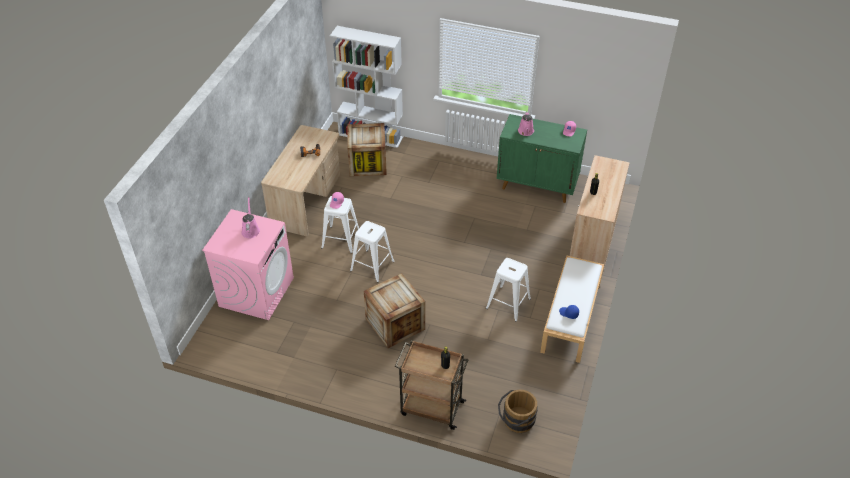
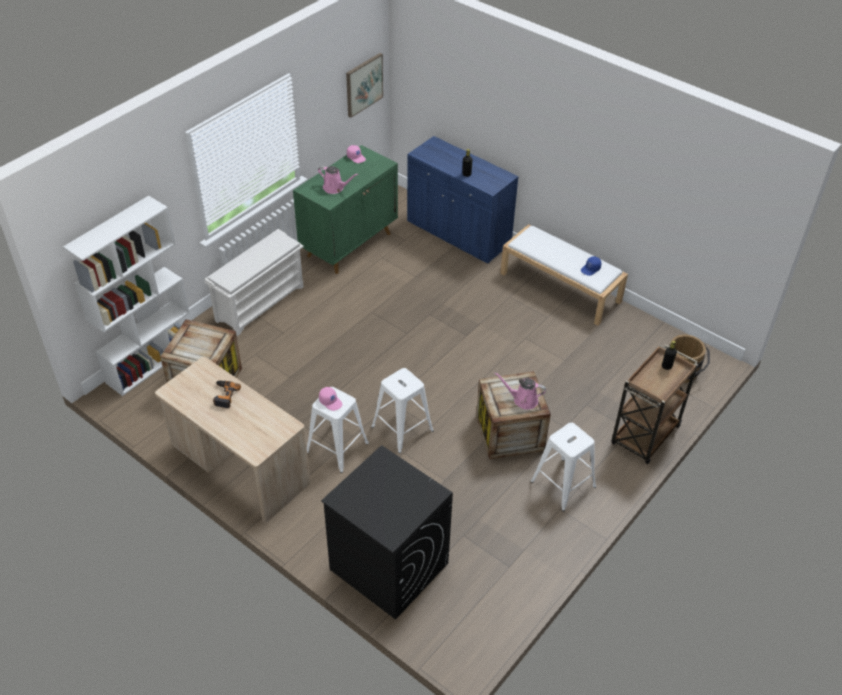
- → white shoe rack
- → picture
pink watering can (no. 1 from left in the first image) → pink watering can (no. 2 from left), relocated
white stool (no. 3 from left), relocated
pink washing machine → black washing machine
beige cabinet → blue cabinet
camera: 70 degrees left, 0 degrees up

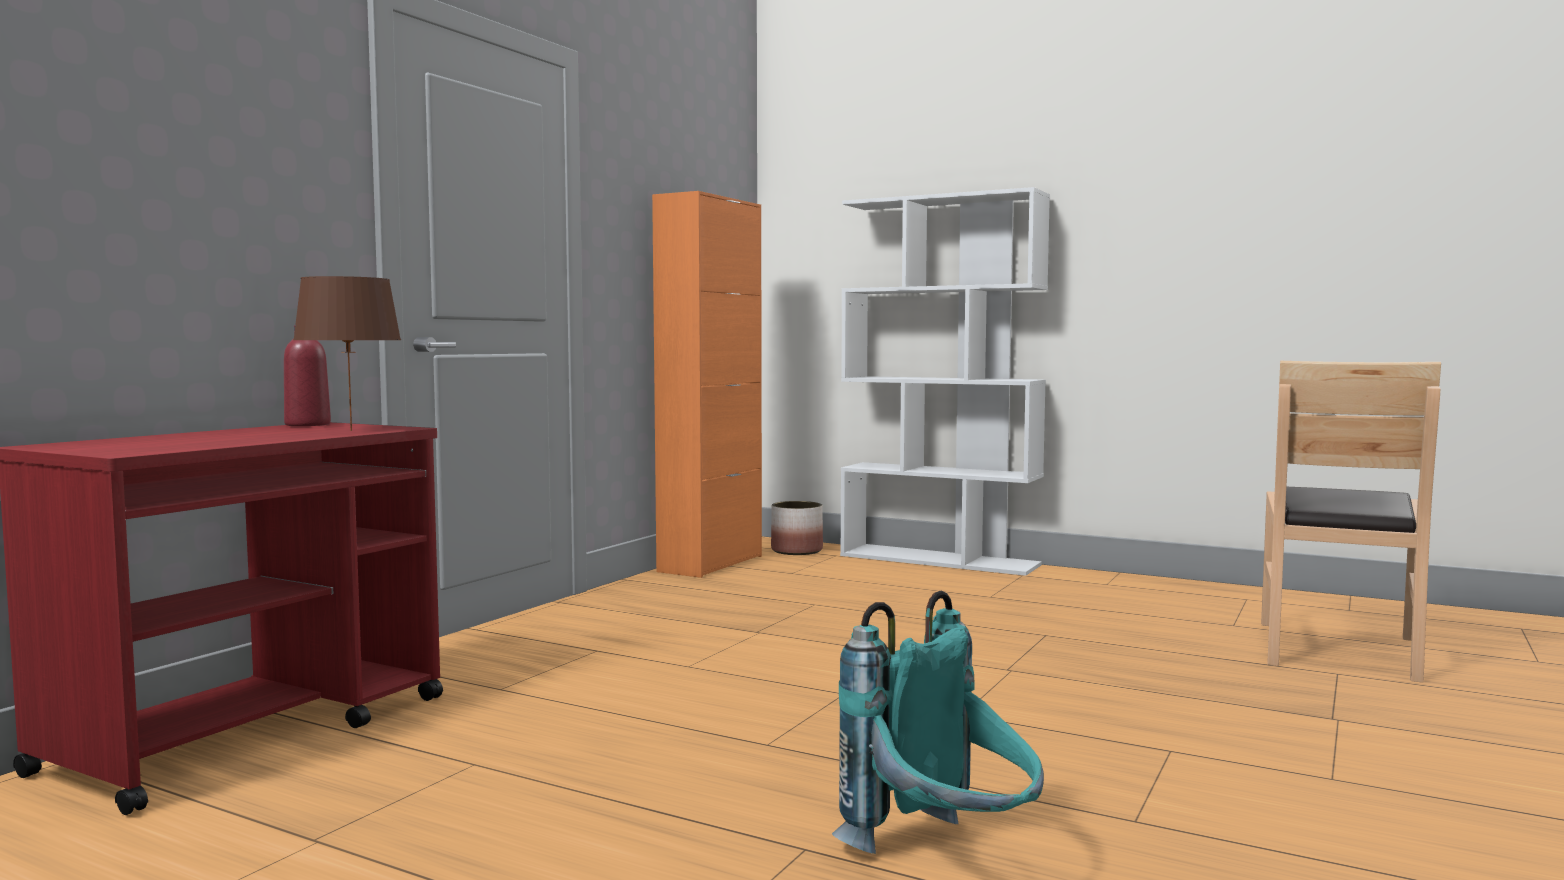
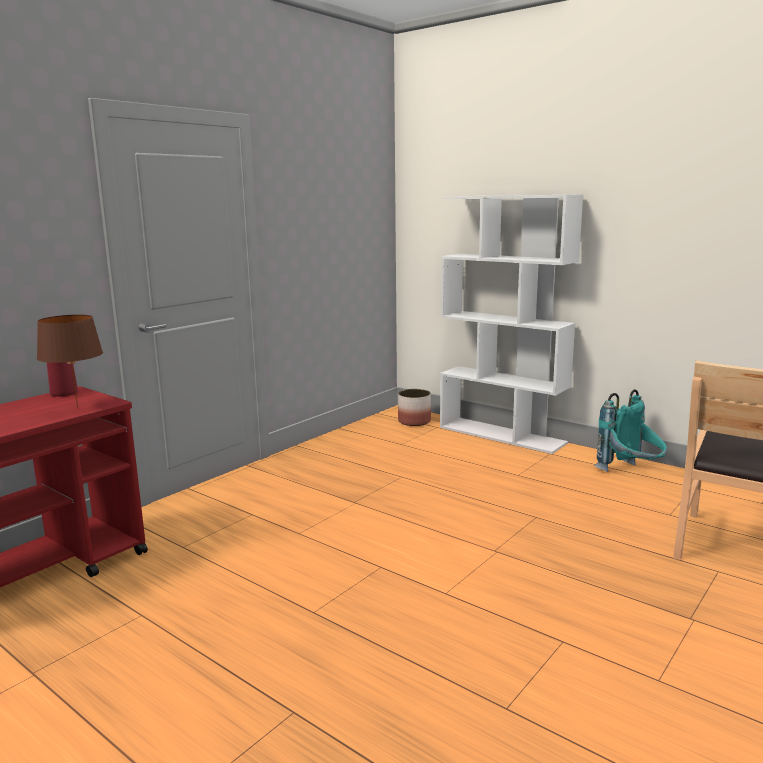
orange cabinet → -
turquoise backpack, relocated
camera: 10 degrees right, 10 degrees up

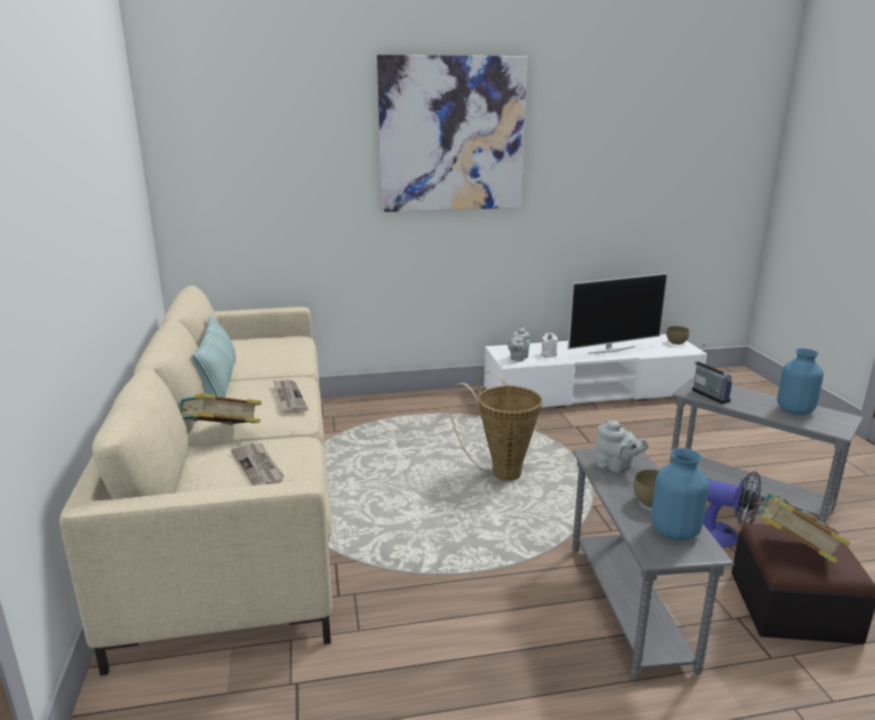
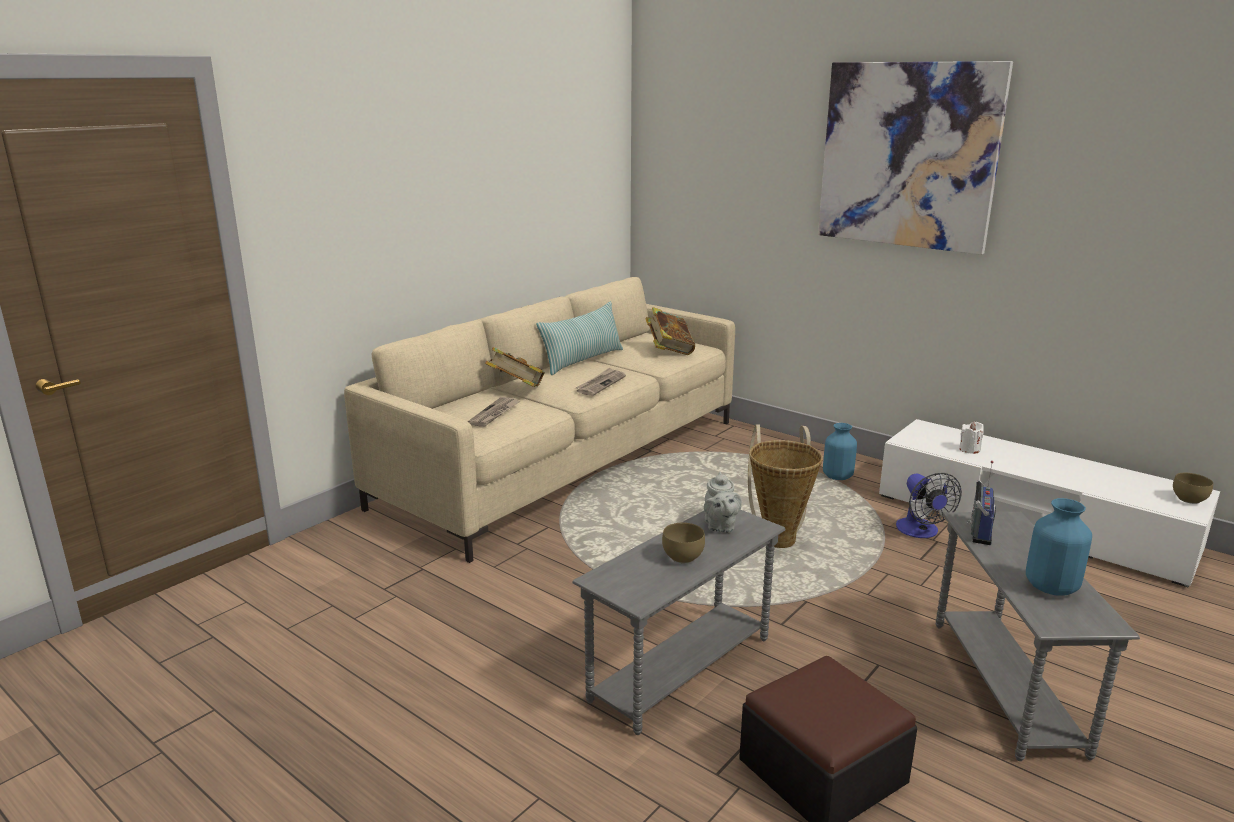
grey teapot (no. 1 from left) → -
television → -
blue vase (no. 1 from left), relocated
fan, relocated
book (no. 2 from left), relocated
camera: 50 degrees right, 0 degrees up

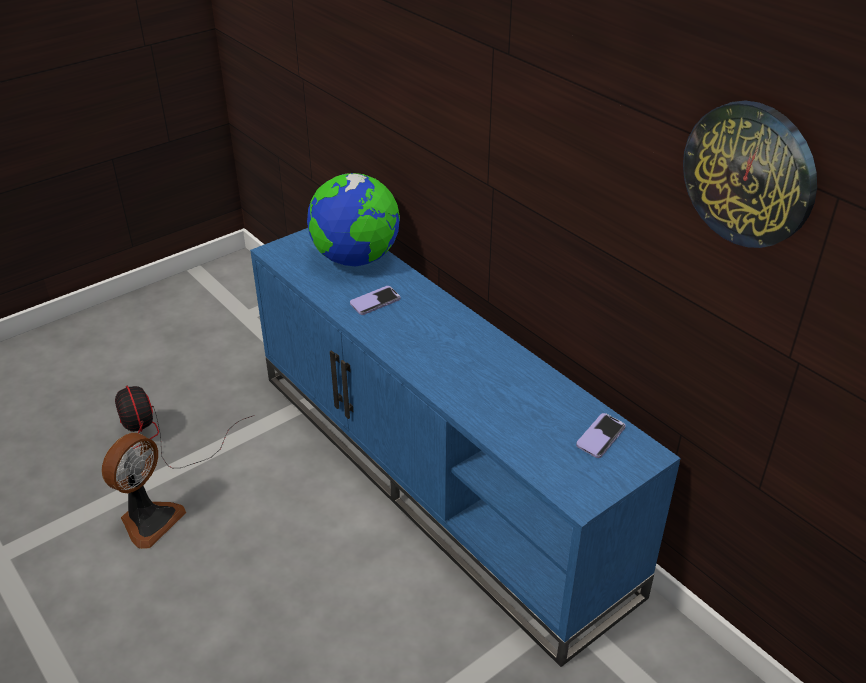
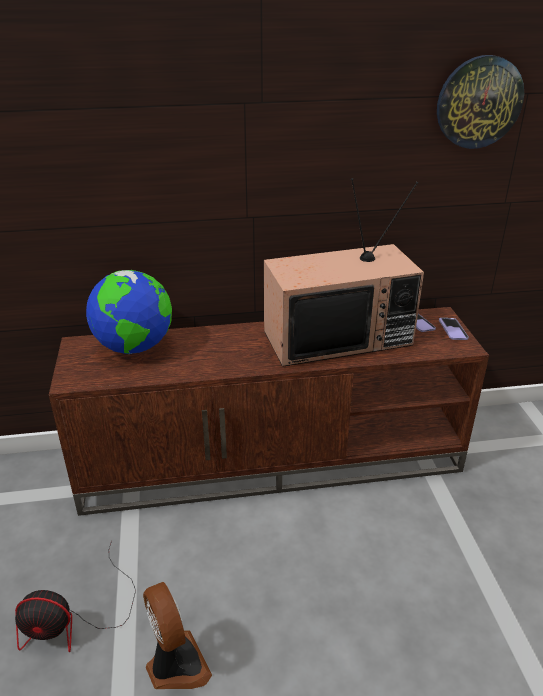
- → television
phone (no. 1 from left in the first image) → phone (no. 2 from left), relocated
blue tv stand → brown tv stand
camera: 60 degrees left, 5 degrees down

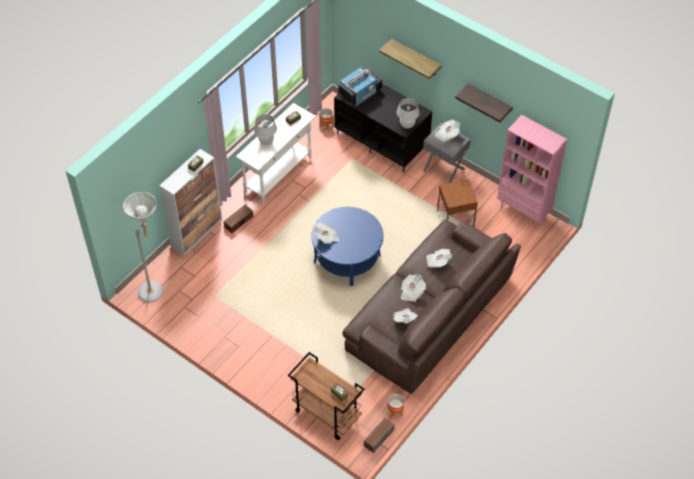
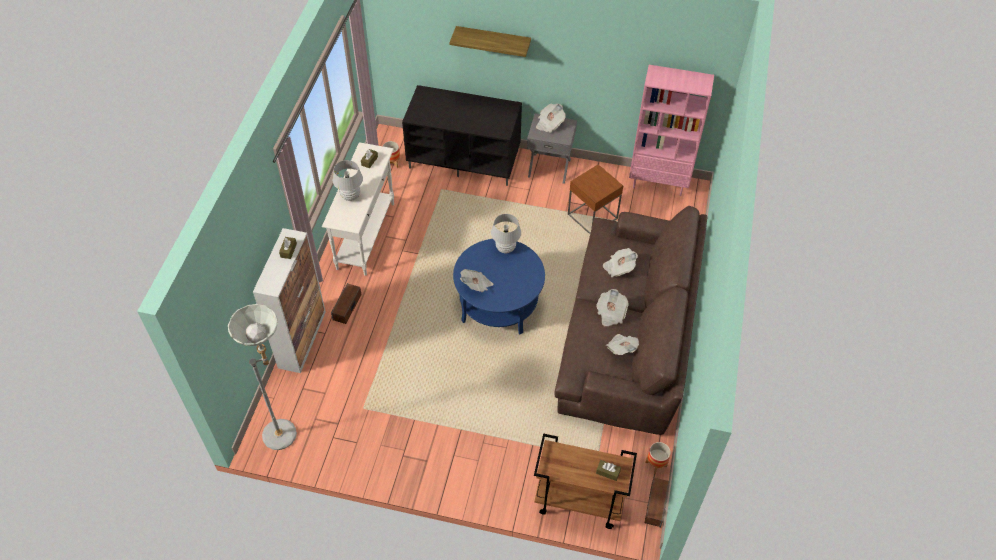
television → -
shelf (no. 2 from left) → -
white table lamp (no. 2 from left), relocated
camera: 25 degrees left, 0 degrees up

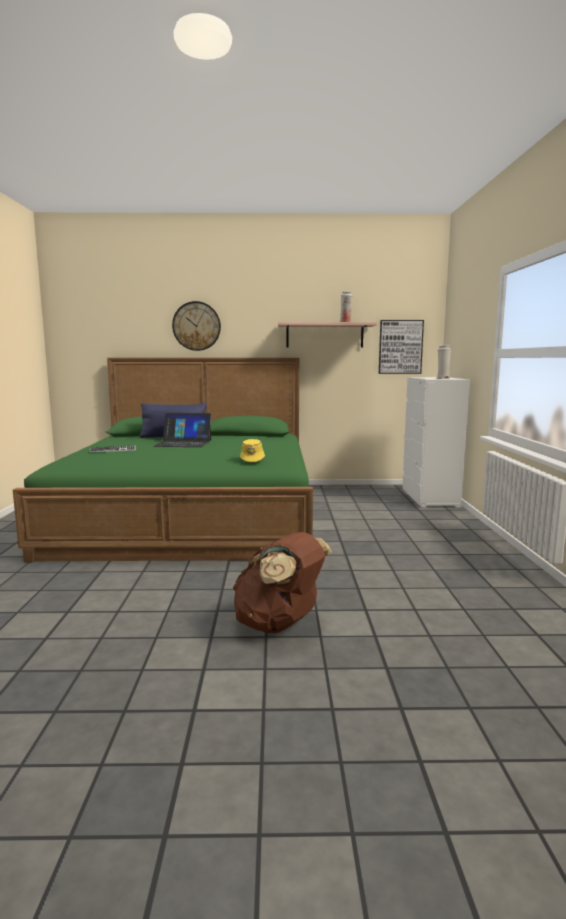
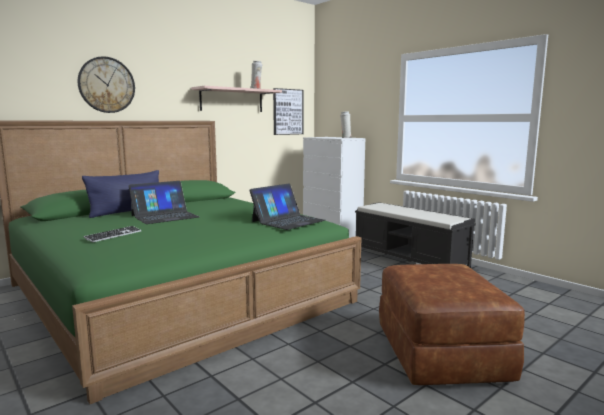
- → black bench
brown backpack → brown ottoman
yellow hat → laptop (no. 2 from left)
camera: 40 degrees left, 0 degrees up

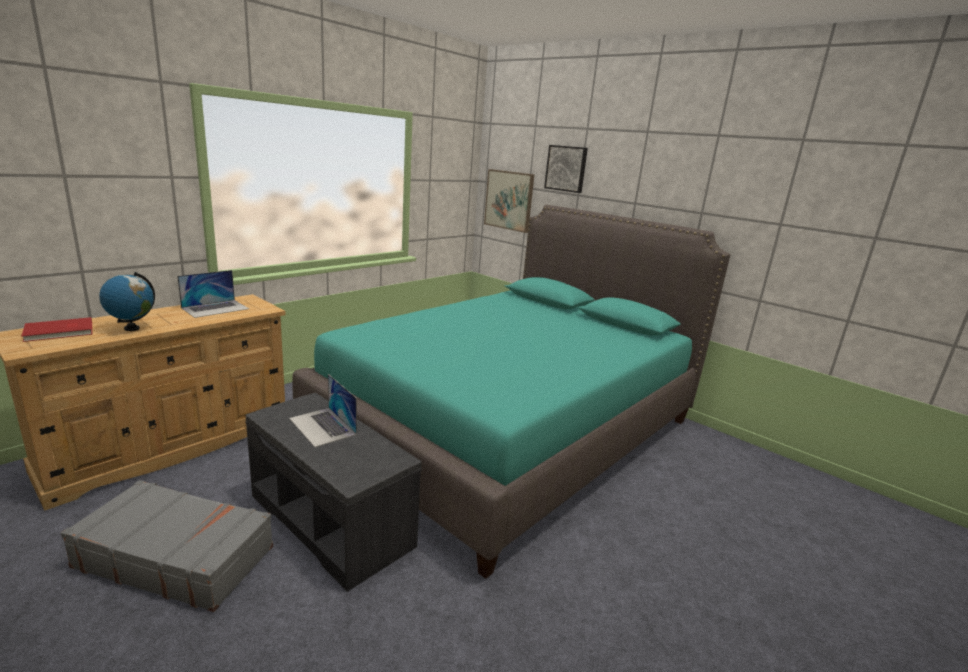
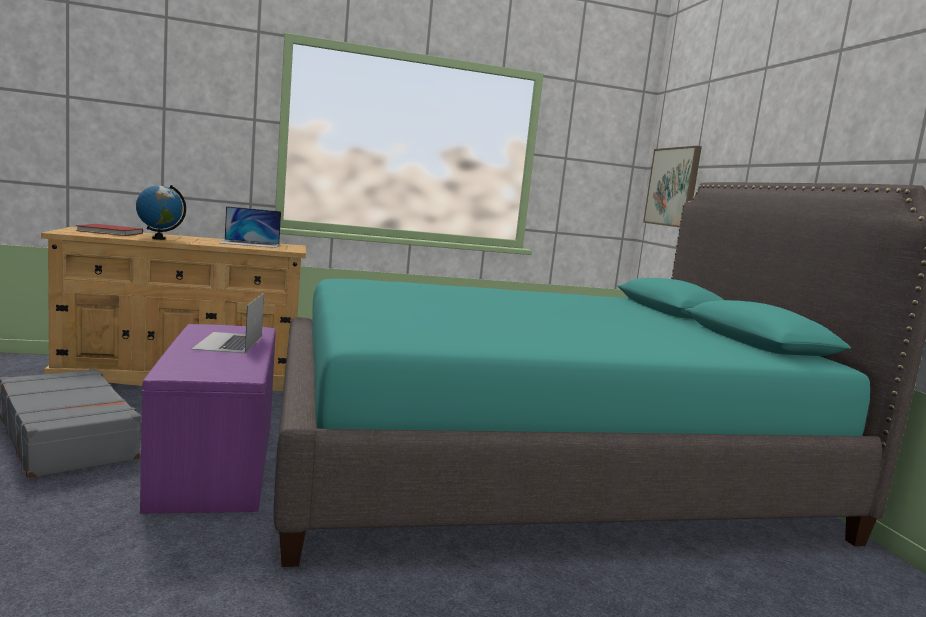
picture (no. 2 from left) → -
grey bench → purple bench
camera: 35 degrees right, 10 degrees down

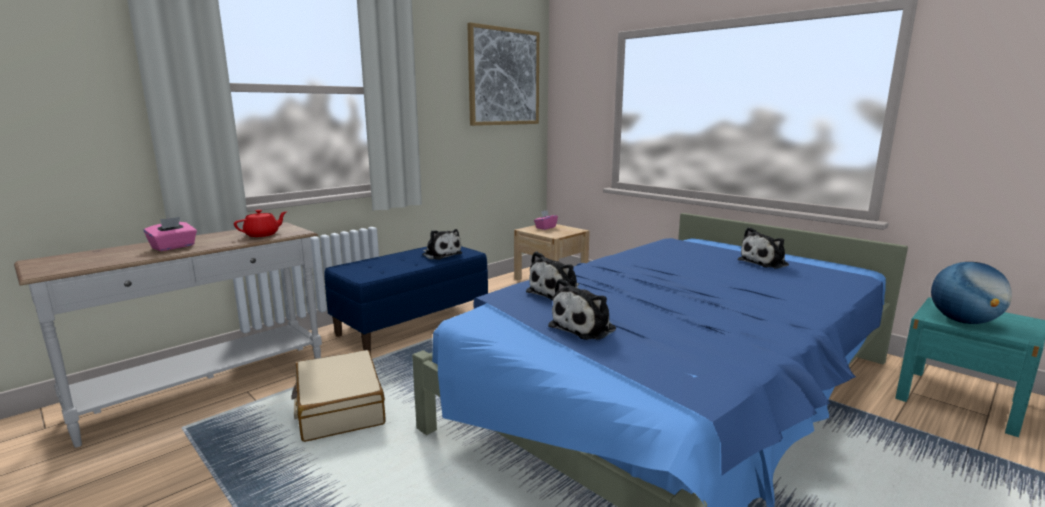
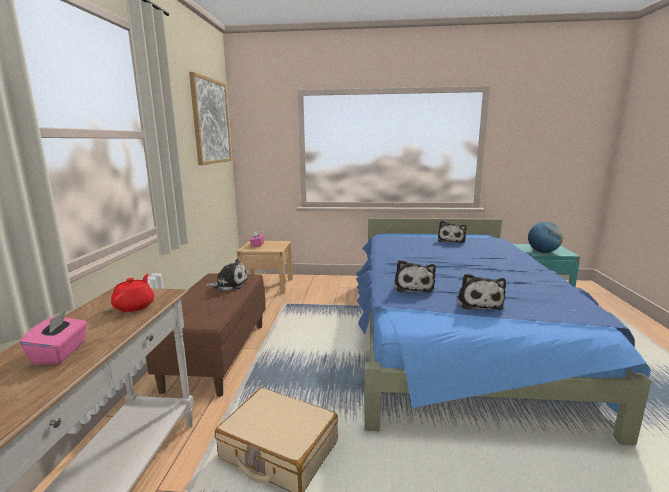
blue bench → brown bench
camera: 40 degrees left, 0 degrees up

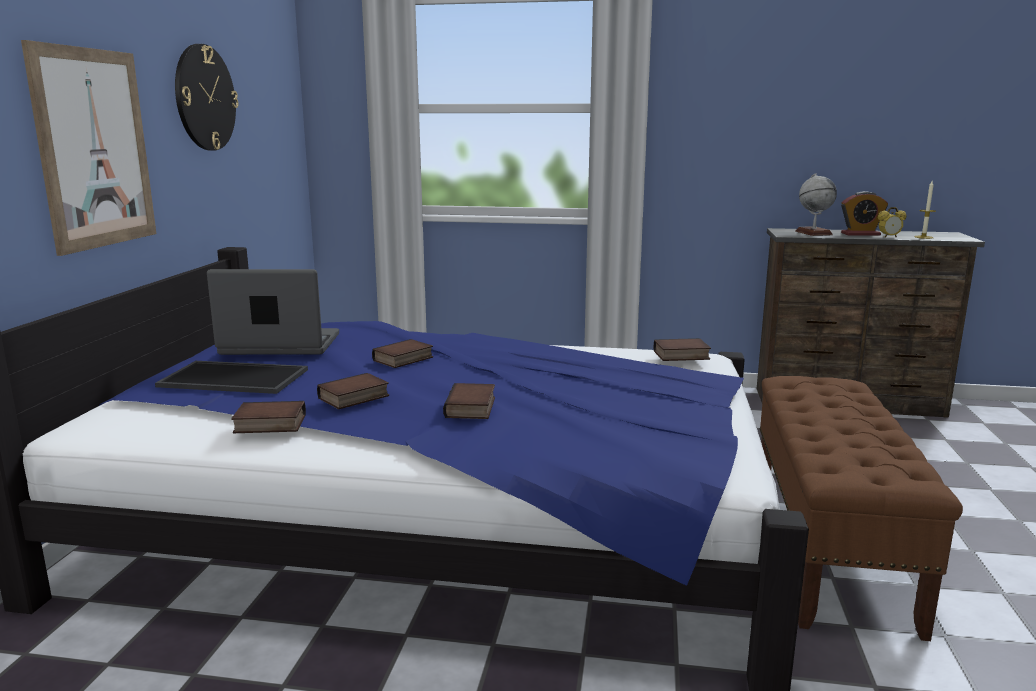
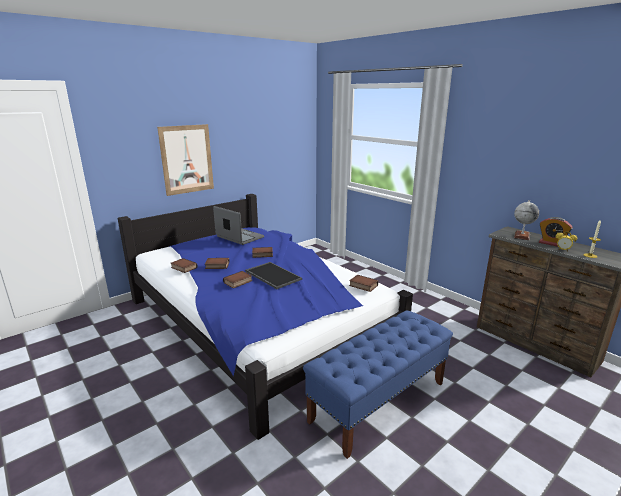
wall clock → -
tray, relocated
brown bench → blue bench
camera: 40 degrees right, 5 degrees up

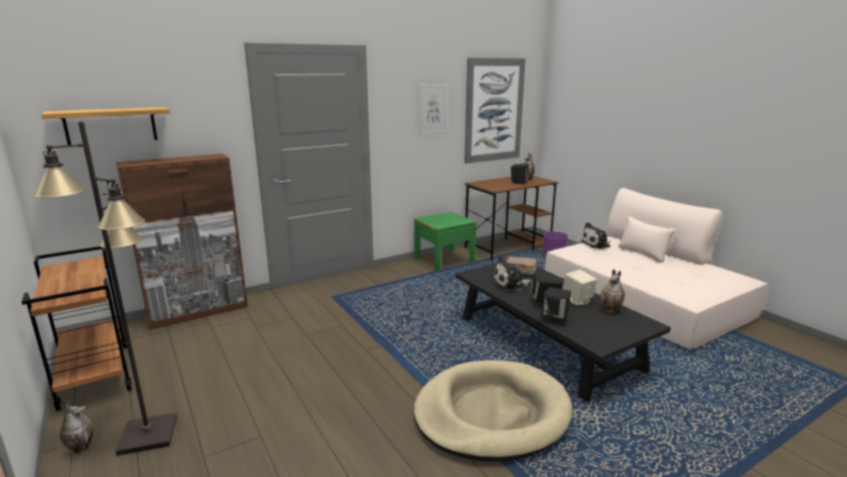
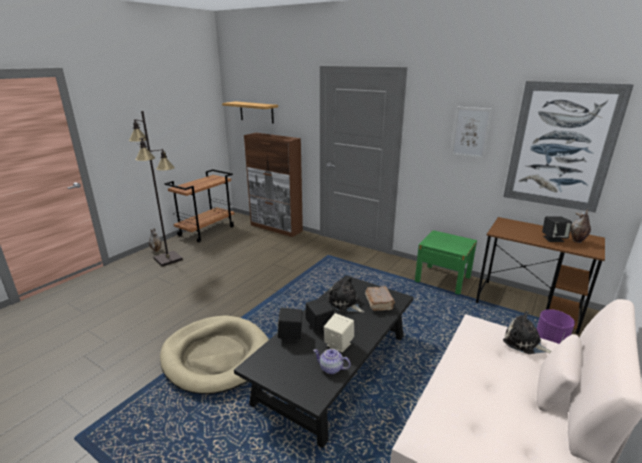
vase (no. 3 from left) → teapot
camera: 65 degrees right, 5 degrees up

